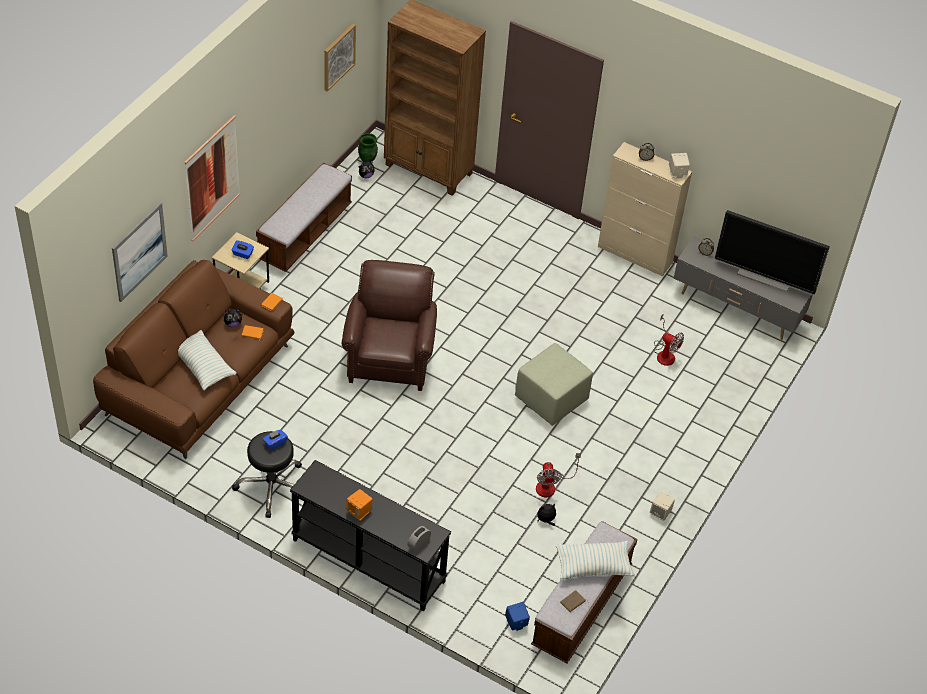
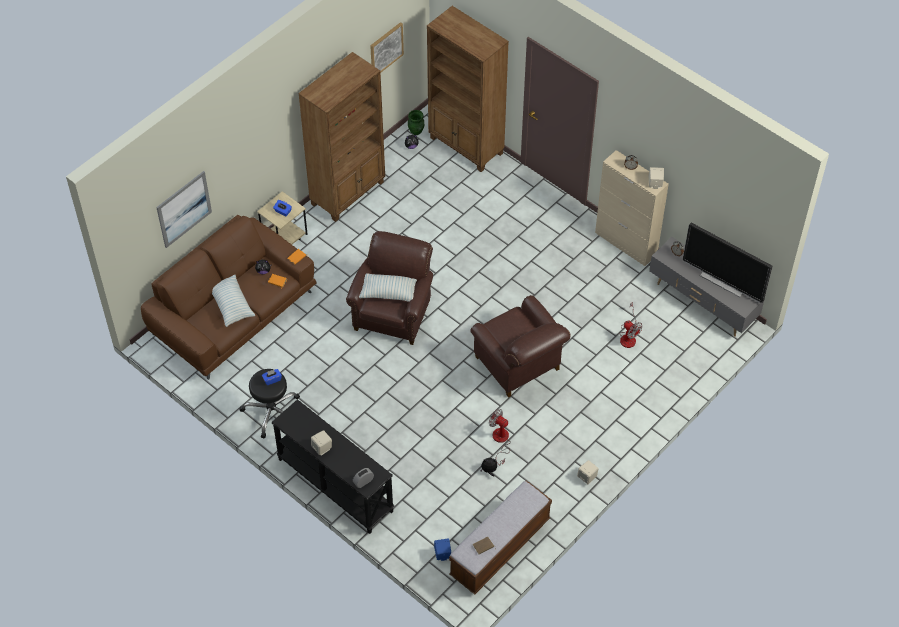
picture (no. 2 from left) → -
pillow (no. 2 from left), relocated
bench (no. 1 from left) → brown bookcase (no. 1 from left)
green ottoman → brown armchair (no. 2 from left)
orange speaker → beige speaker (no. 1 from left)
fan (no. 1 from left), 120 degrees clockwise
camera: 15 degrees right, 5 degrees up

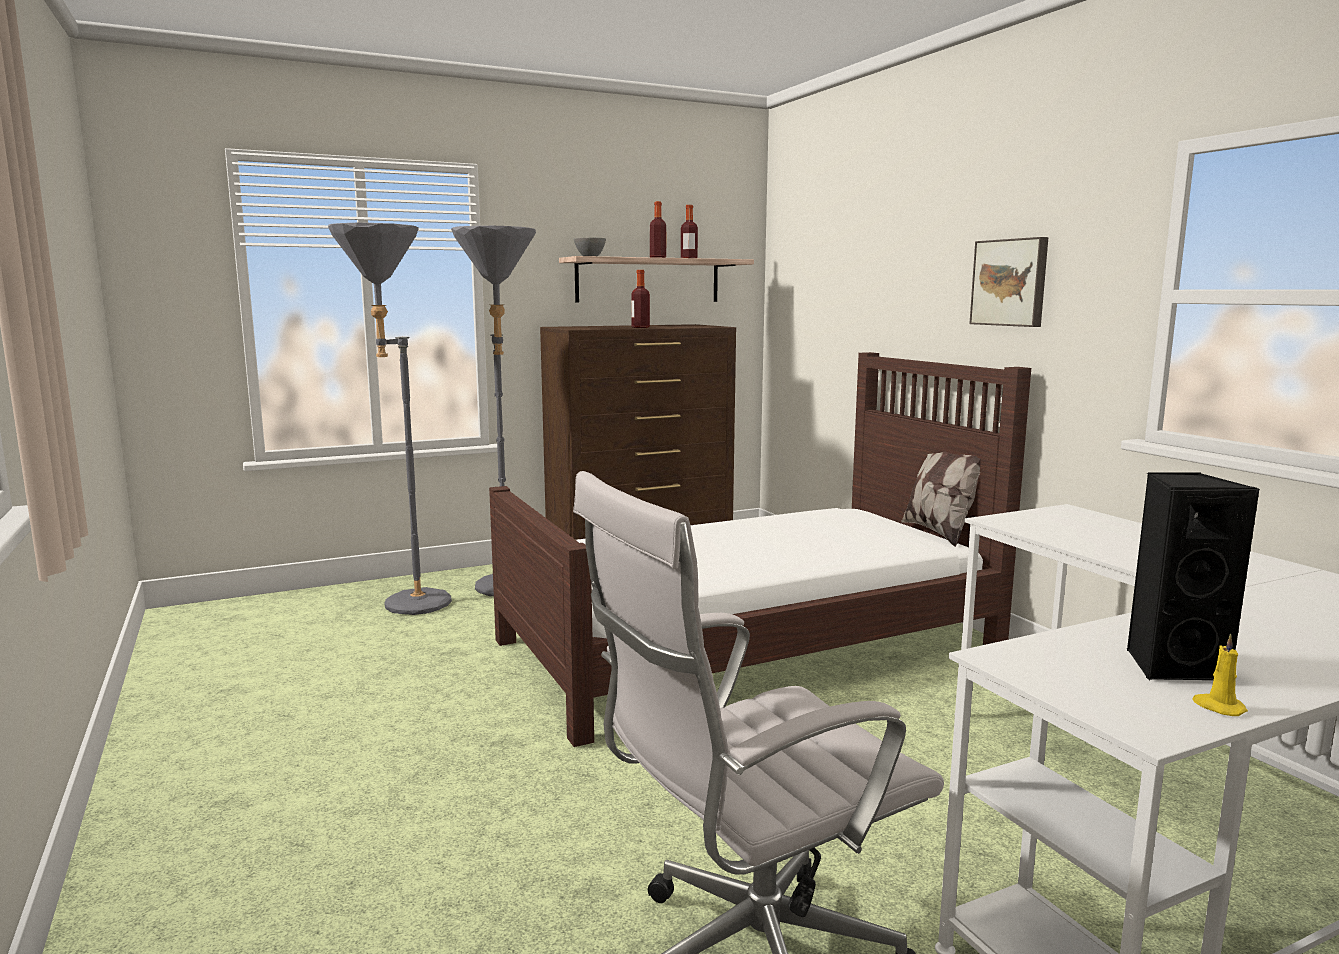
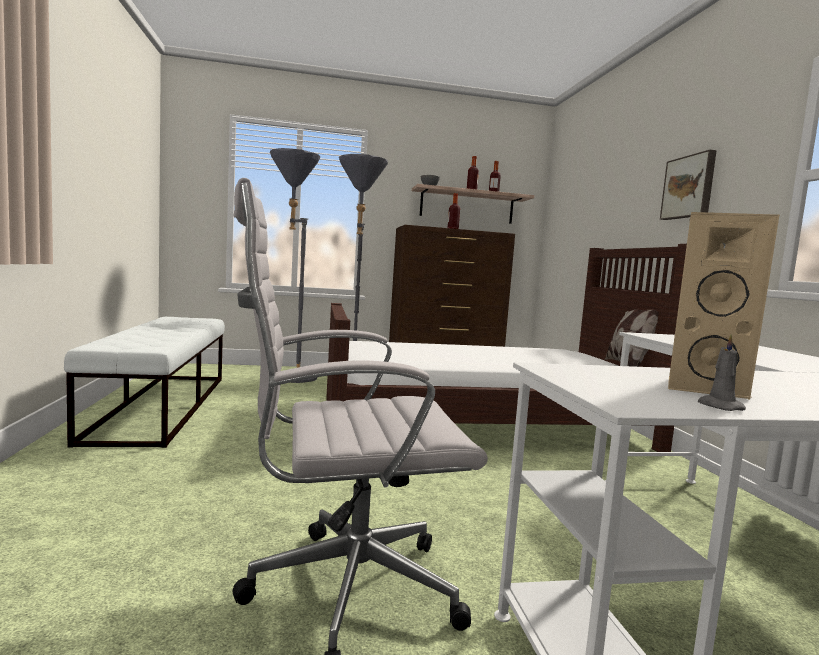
- → white bench
black speaker → beige speaker
yellow candle → grey candle
camera: 15 degrees right, 5 degrees down

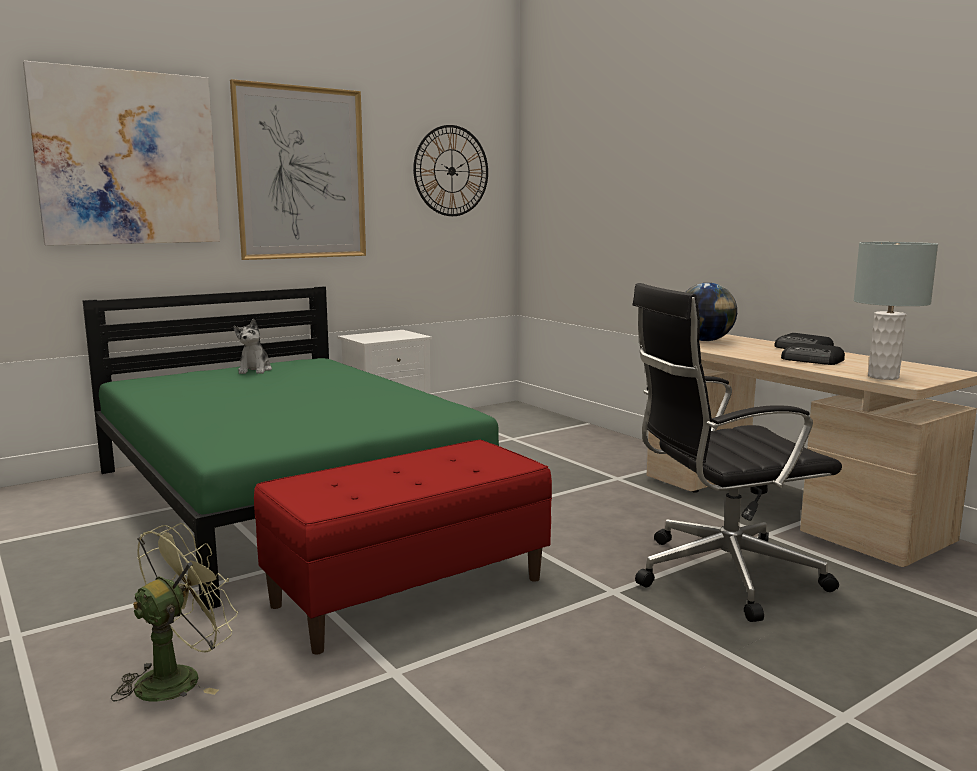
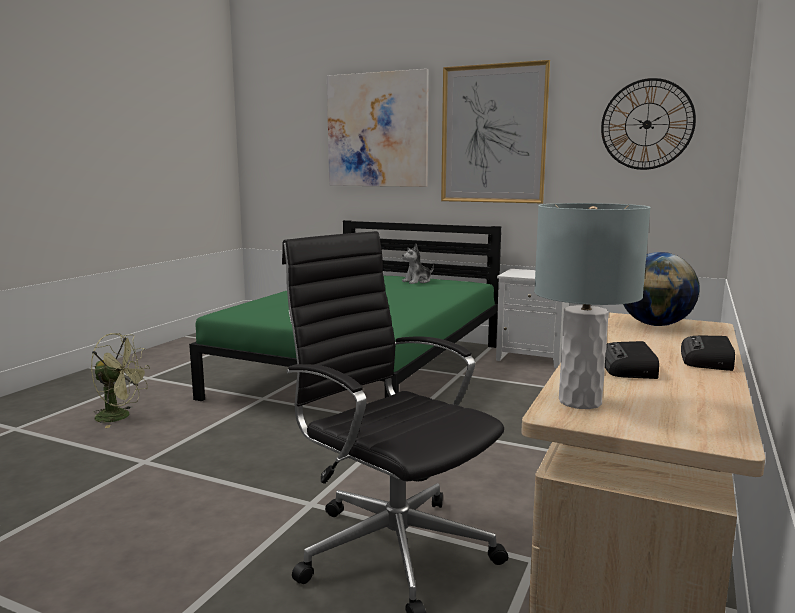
red bench → -
camera: 60 degrees right, 0 degrees up

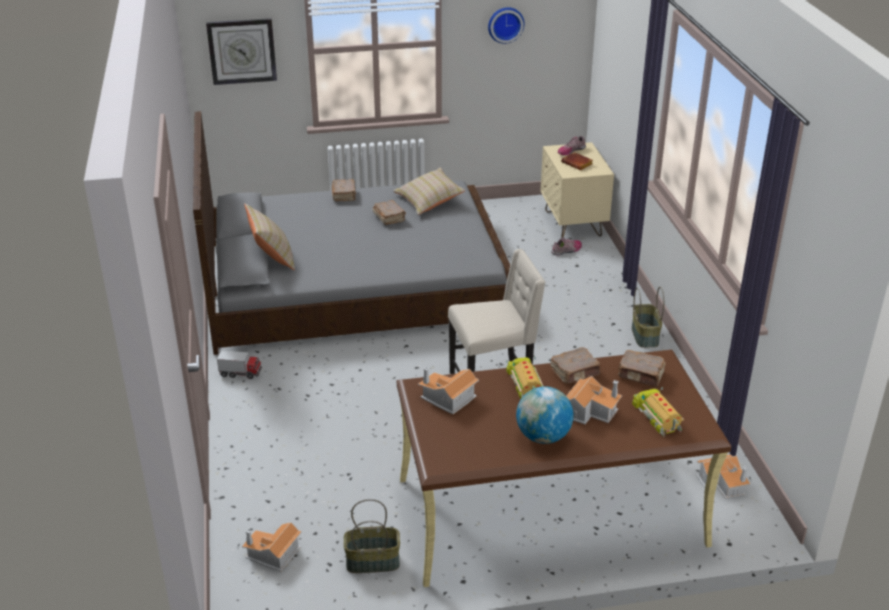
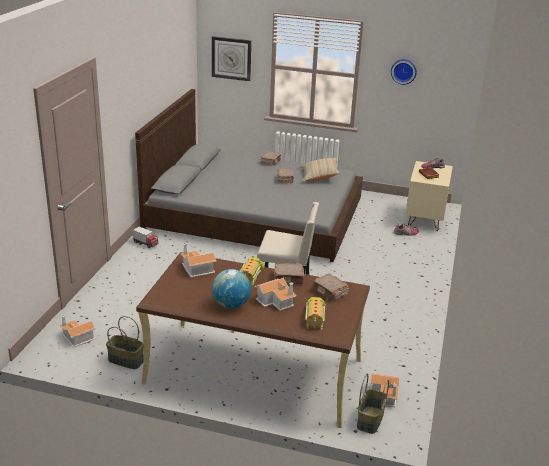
beige pillow (no. 1 from left) → -
basket (no. 2 from left), relocated
camera: 25 degrees right, 5 degrees down

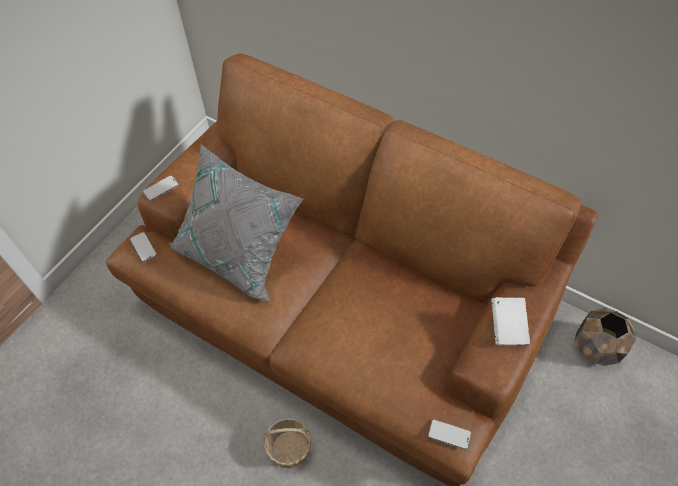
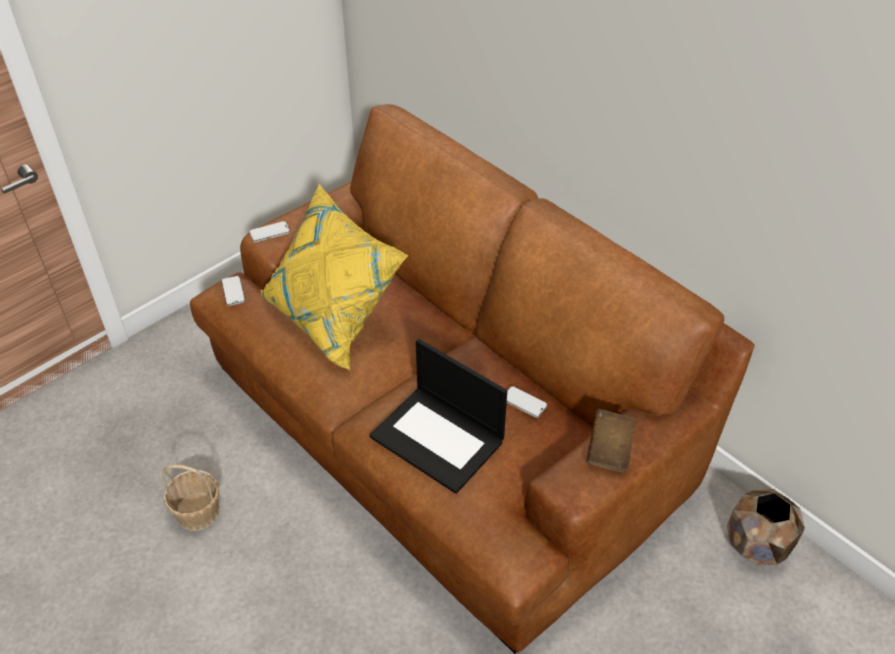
- → laptop
basket, relocated
phone (no. 3 from left), relocated
grey pillow → yellow pillow
white book → brown book
camera: 15 degrees right, 10 degrees down

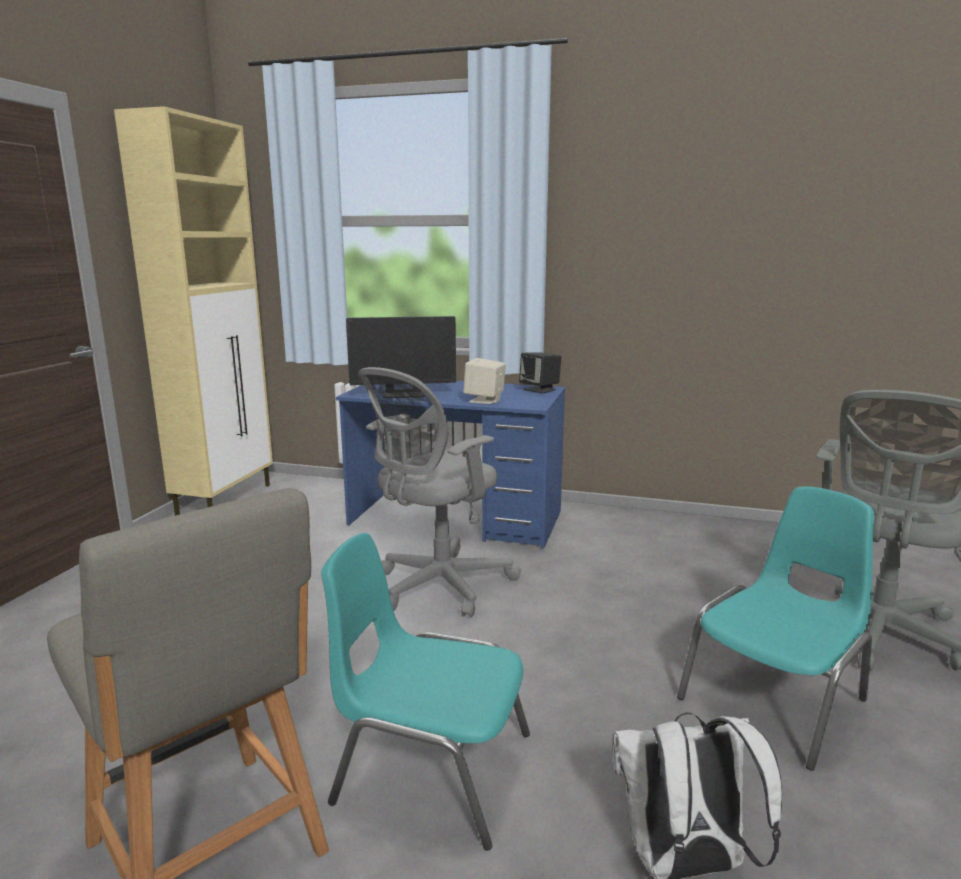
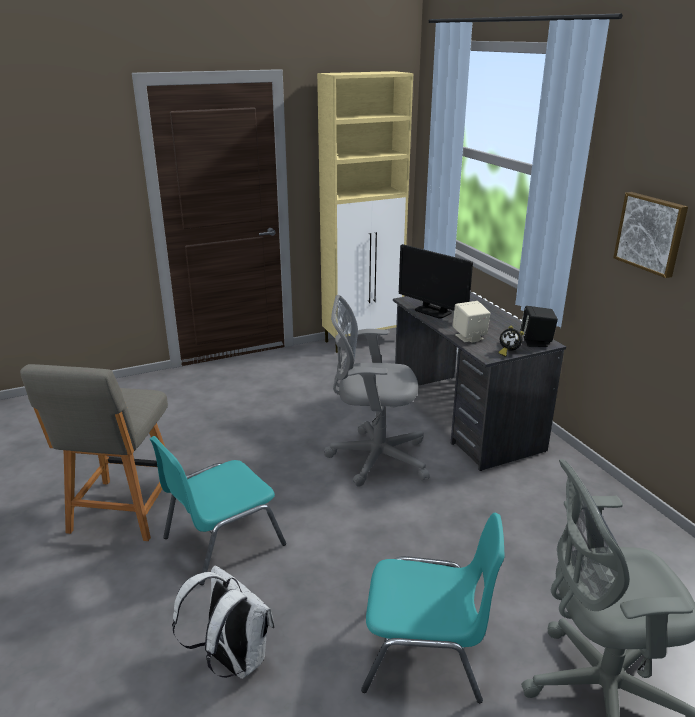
- → alarm clock
- → picture
blue desk → grey desk
turquoise chair (no. 1 from left), 105 degrees counterclockwise
camera: 50 degrees right, 10 degrees up

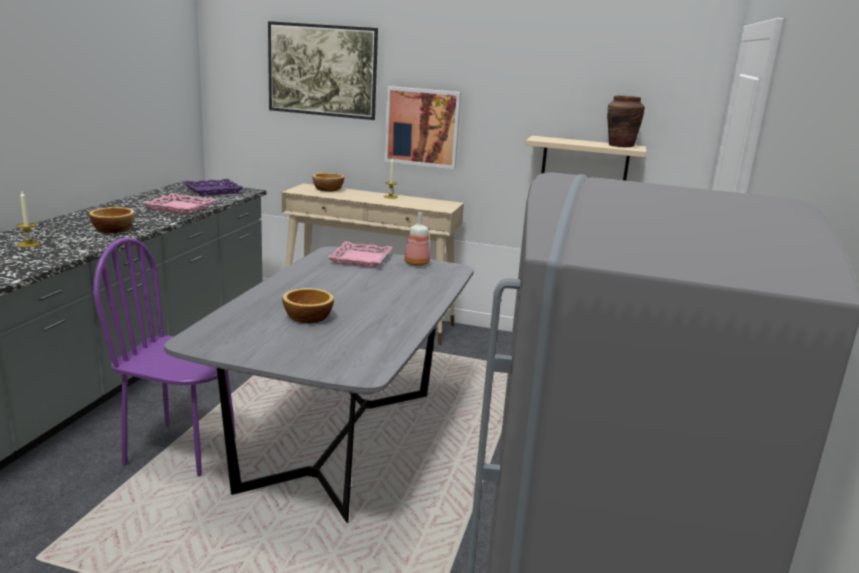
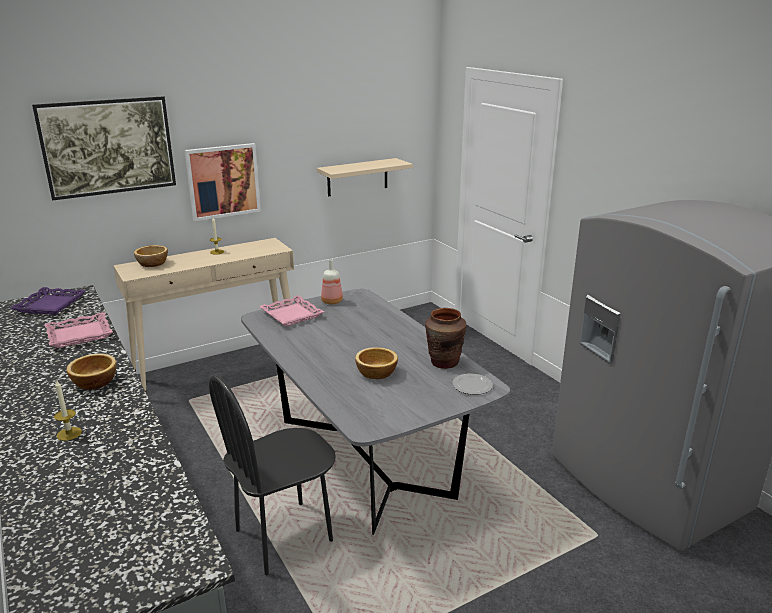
- → plate
brown vase, relocated
purple chair → black chair
camera: 45 degrees left, 5 degrees up

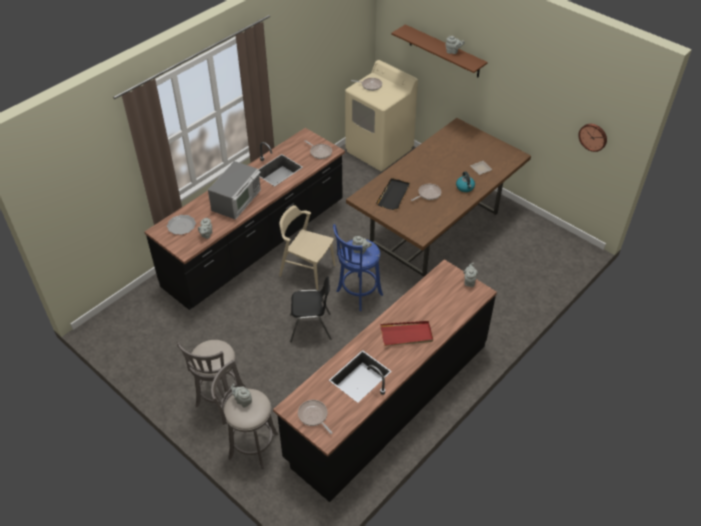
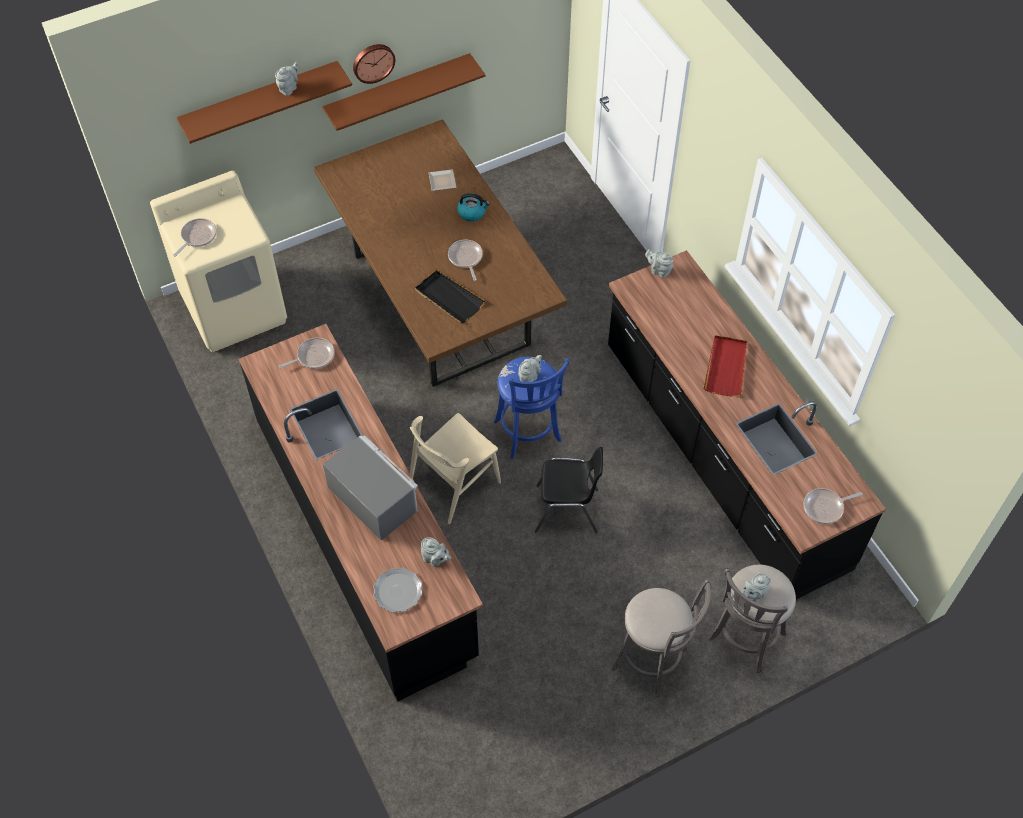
- → brown shelf (no. 2 from left)
wall clock, relocated
black chair, 75 degrees clockwise
camera: 70 degrees left, 10 degrees up

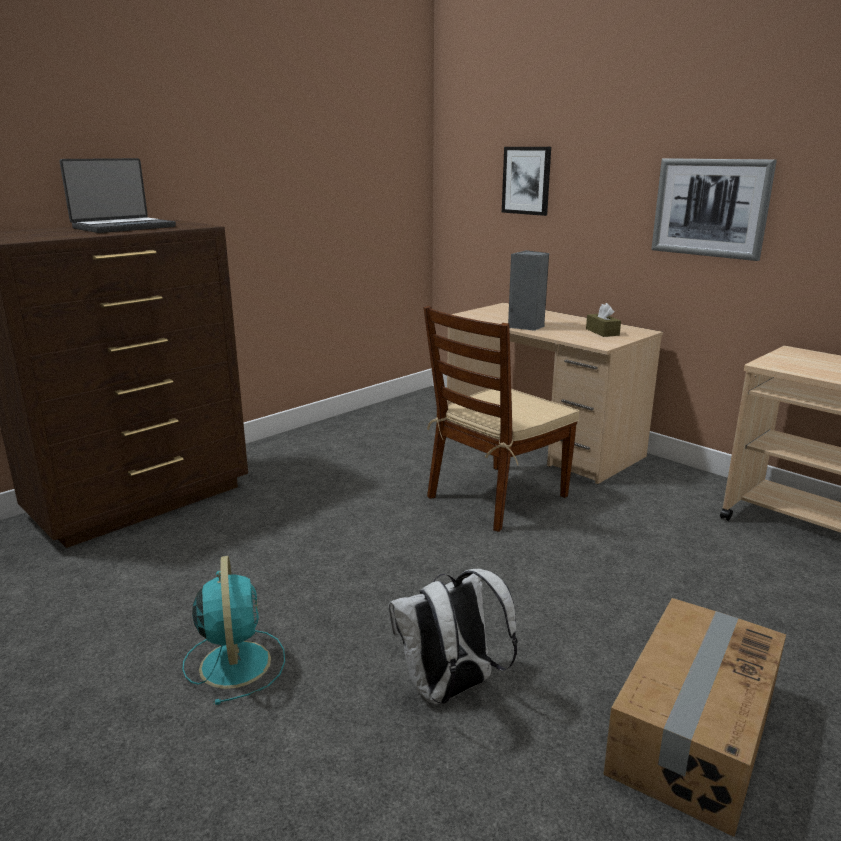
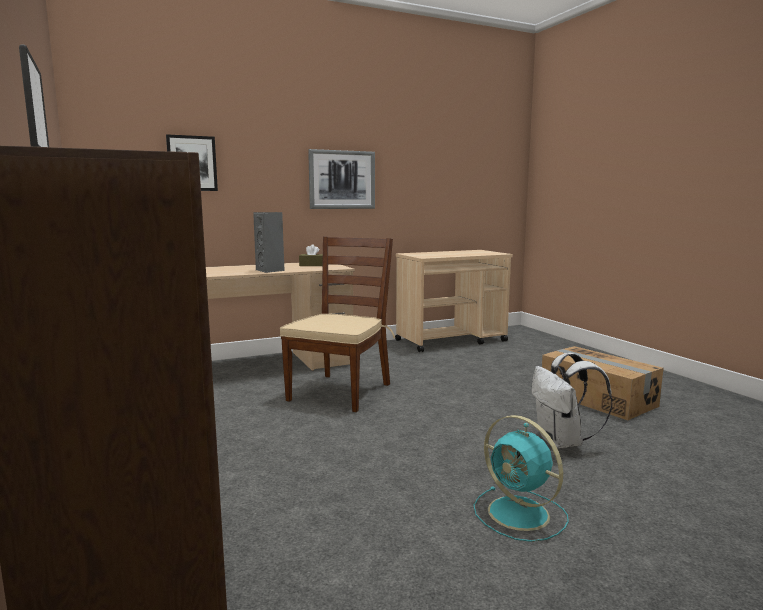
turquoise fan, 135 degrees counterclockwise
brown chair, 135 degrees counterclockwise
camera: 70 degrees left, 10 degrees down

